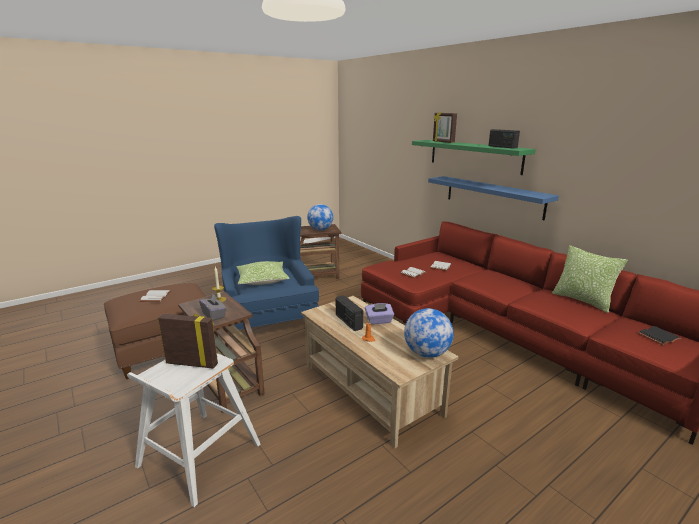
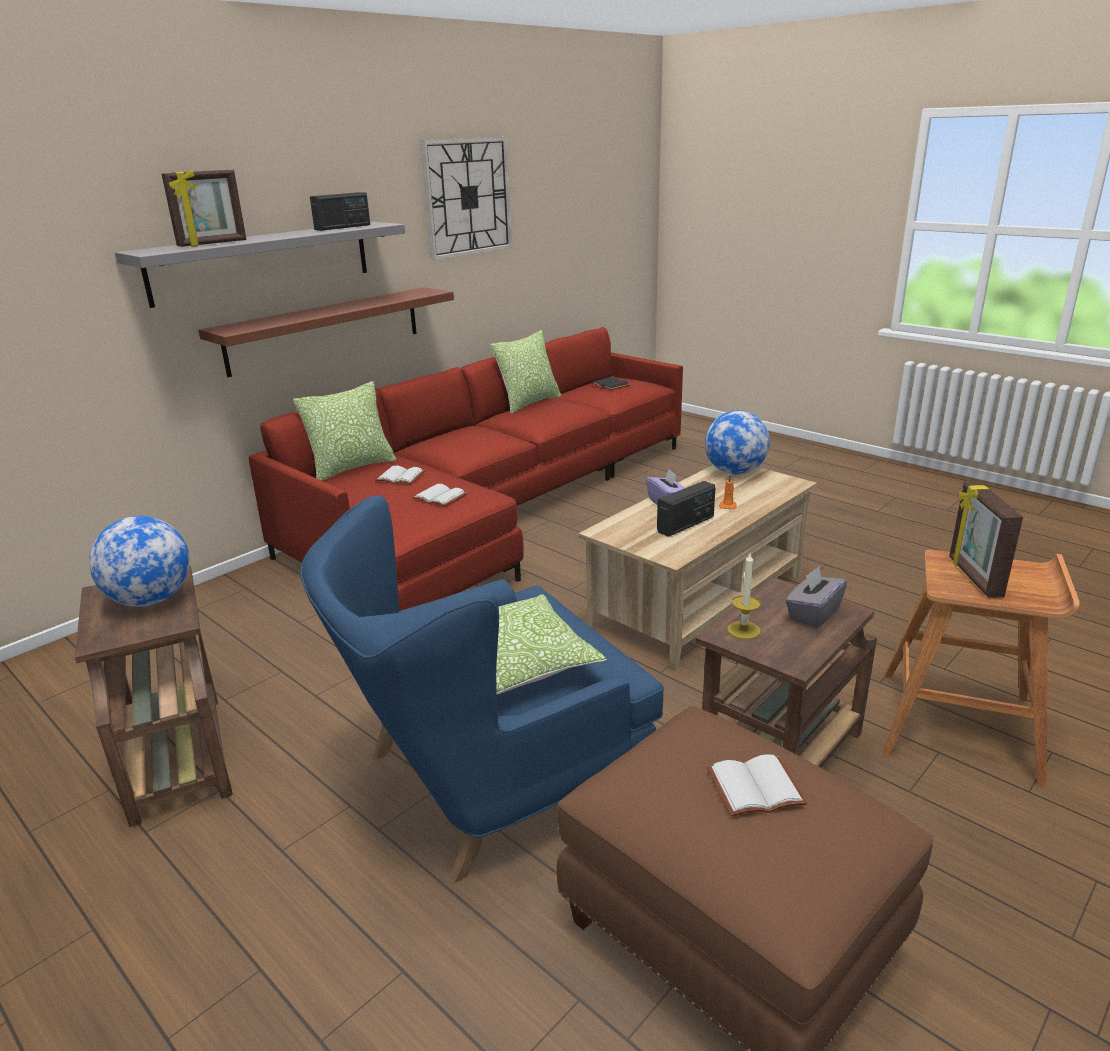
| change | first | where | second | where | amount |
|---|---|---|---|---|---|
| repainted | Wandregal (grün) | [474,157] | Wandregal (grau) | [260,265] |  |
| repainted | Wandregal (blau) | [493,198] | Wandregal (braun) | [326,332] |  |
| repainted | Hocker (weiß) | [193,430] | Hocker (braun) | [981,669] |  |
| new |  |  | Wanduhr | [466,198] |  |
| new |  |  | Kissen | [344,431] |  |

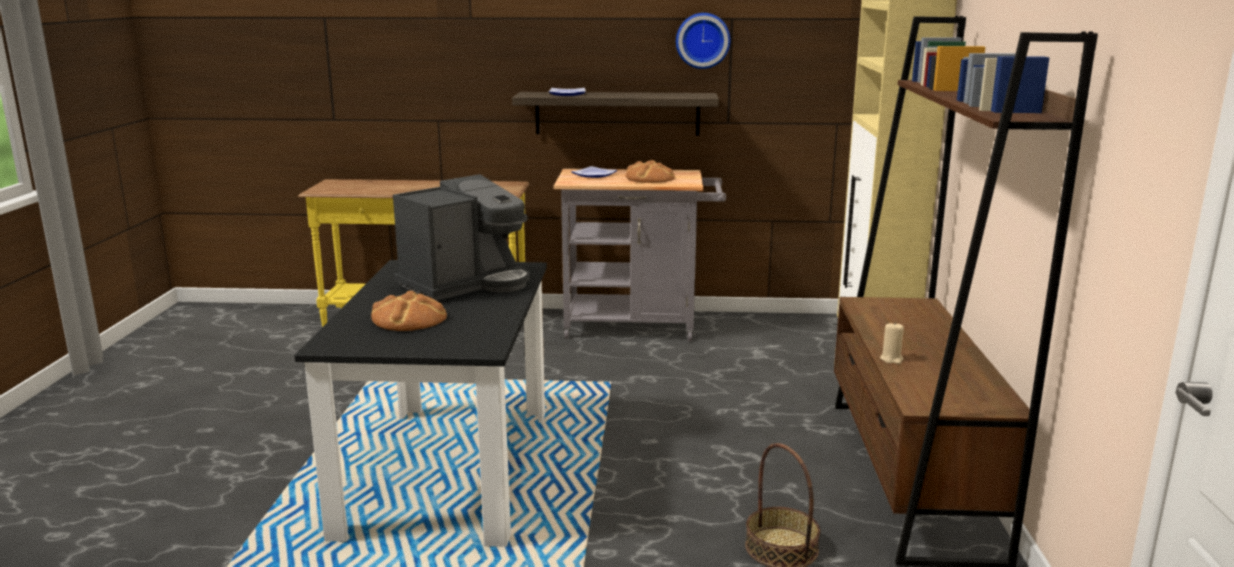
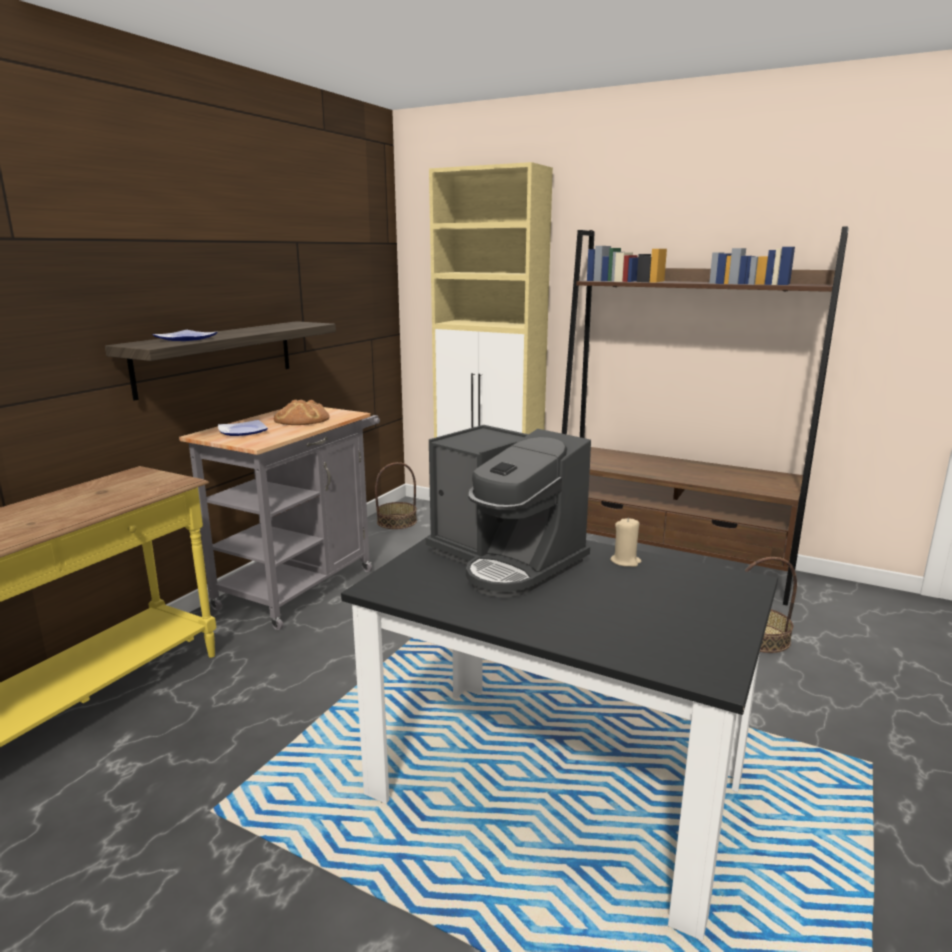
| change | first | where | second | where | amount |
|---|---|---|---|---|---|
| gone | Wanduhr | [703,41] |  |  |  |
| rotated | Kaffeemaschine | [461,237] |  | [508,511] | 150 degrees clockwise |
| gone | Brot | [409,310] |  |  |  |
| shifted | Kerze (beige) | [892,343] |  | [625,542] |  |
| new |  |  | Korb | [396,495] |  |

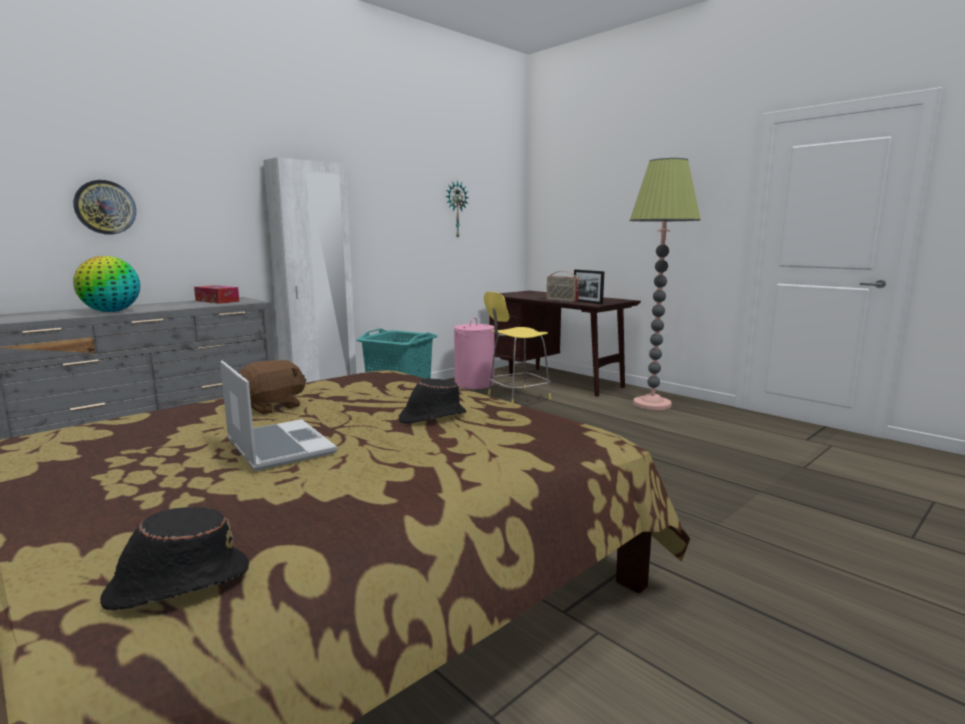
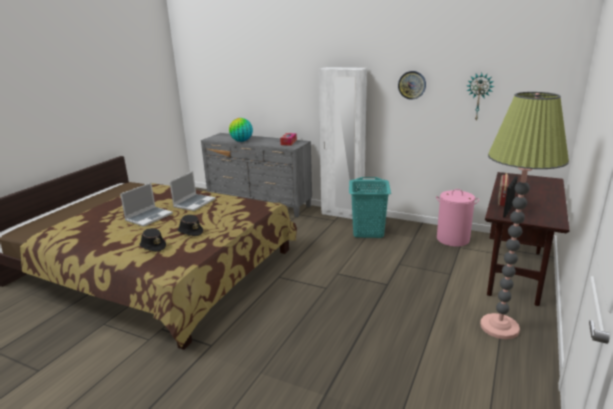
| change | first | where | second | where | amount |
|---|---|---|---|---|---|
| shifted | Wanduhr | [104,207] |  | [412,85] |  |
| gone | Hocker (gelb) | [517,347] |  |  |  |
| swapped | Plüschtier (braun) | [272,387] | Laptop | [192,191] |  |
| shifted | Hut (schwarz) | [174,558] |  | [152,240] |  |

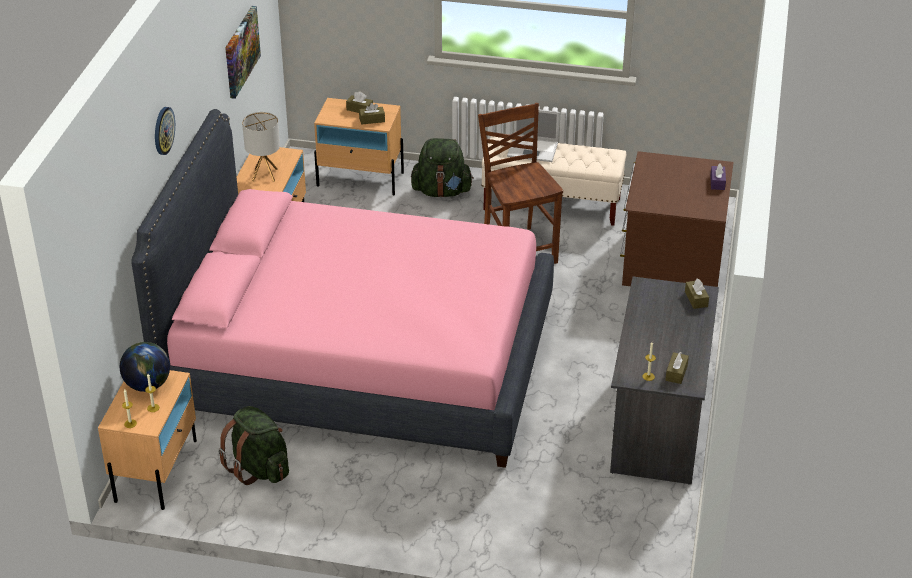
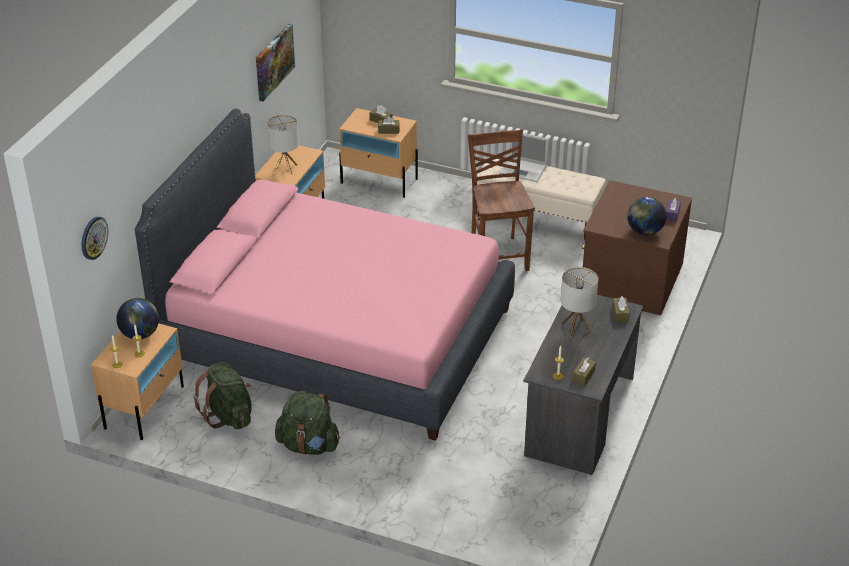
| change | first | where | second | where | amount |
|---|---|---|---|---|---|
| shifted | Wanduhr | [165,131] |  | [95,238] |  |
| shifted | Rucksack (grün) | [442,168] |  | [307,423] |  |
| new |  |  | Globus | [646,216] |  |
| new |  |  | Tischlampe | [579,302] |  |

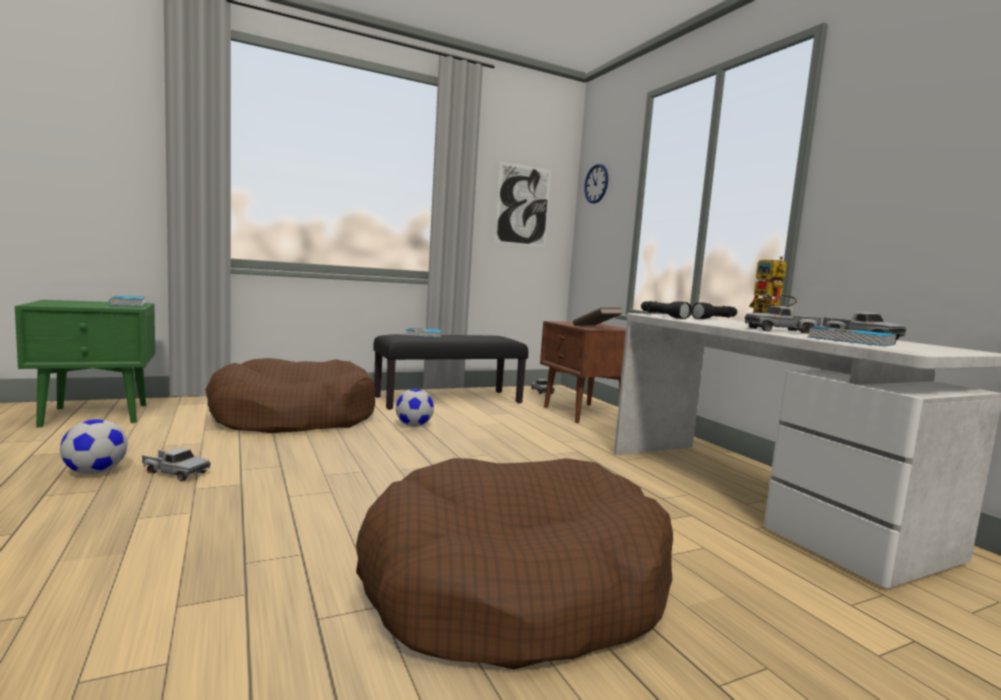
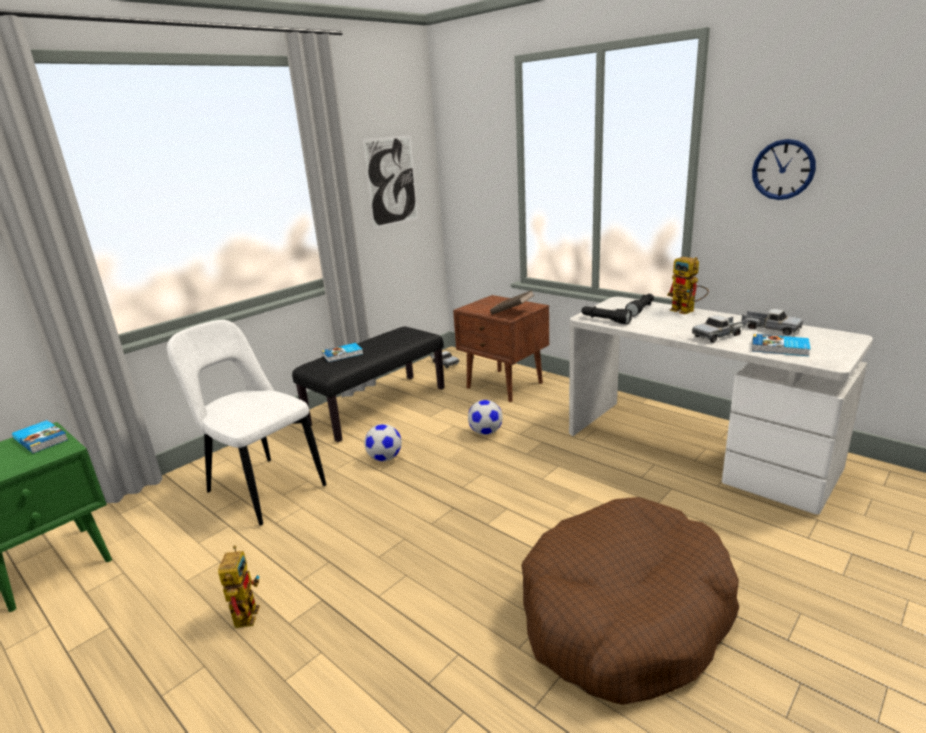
| change | first | where | second | where | amount |
|---|---|---|---|---|---|
| shifted | Wanduhr | [596,184] |  | [784,169] |  |
| swapped | Hundebett (braun) | [291,395] | Stuhl (weiß) | [246,422] |  |
| shifted | Fußball | [93,446] |  | [485,417] |  |
| swapped | Spielzeuglaster | [176,464] | Spielzeugroboter | [239,586] |  |

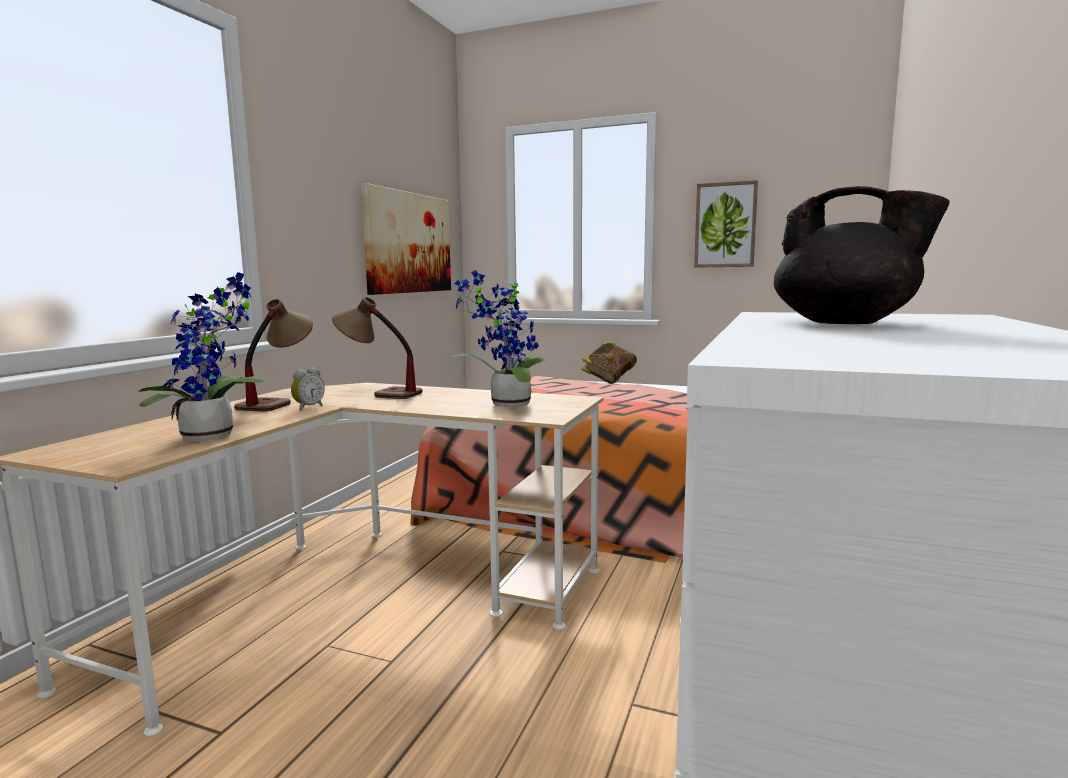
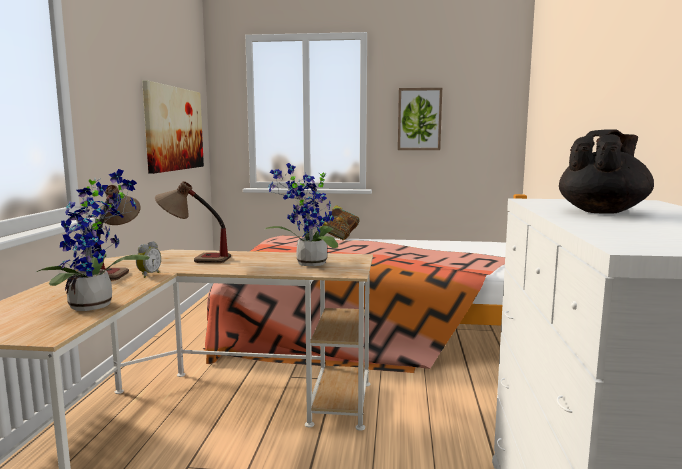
| change | first | where | second | where | amount |
|---|---|---|---|---|---|
| rotated | Teekanne (schwarz) | [862,255] |  | [606,171] | 60 degrees counterclockwise |

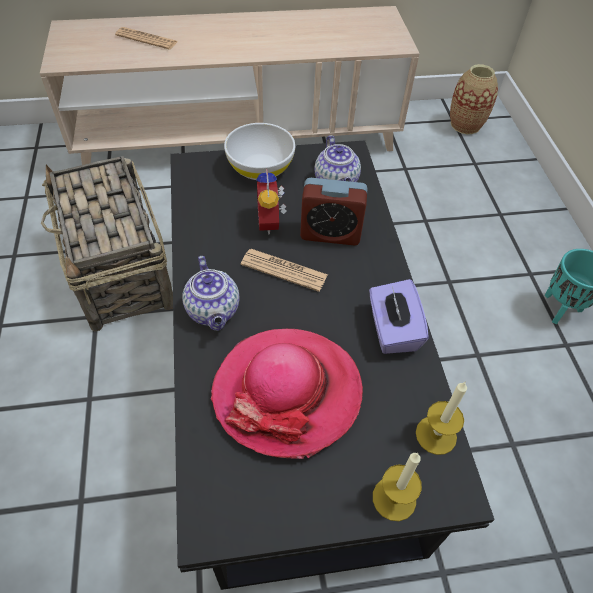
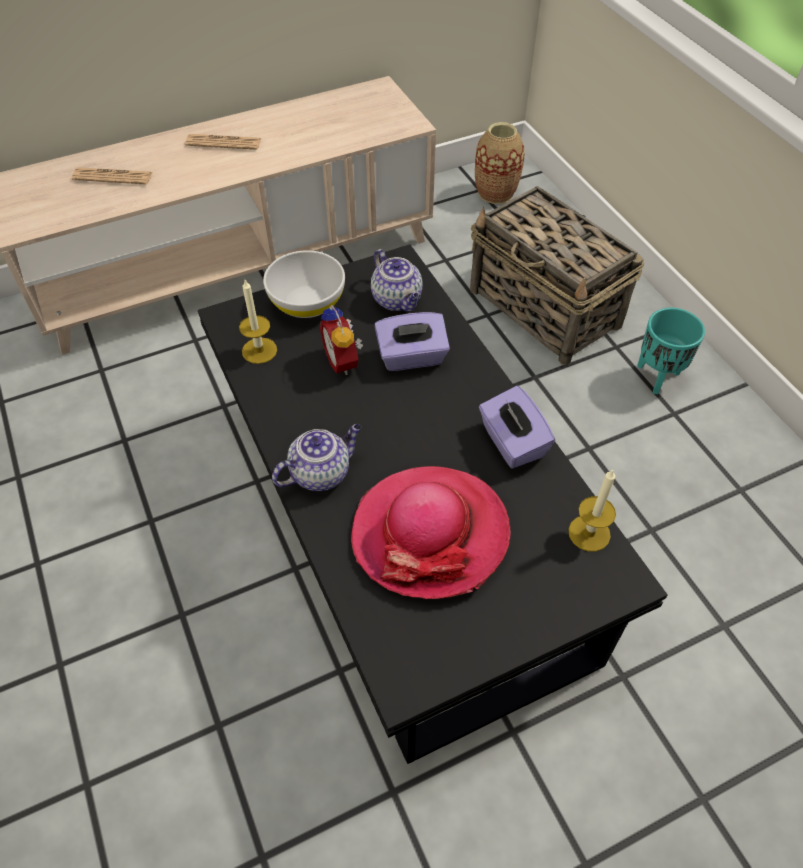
| change | first | where | second | where | amount |
|---|---|---|---|---|---|
| shifted | Korb | [107,243] |  | [557,275] |  |
| swapped | Wecker | [333,211] | Taschentuchbox (lila) | [412,341] |  |
| shifted | Zeitung | [284,270] |  | [223,142] |  |
| rotated | Teekanne | [211,293] |  | [317,457] | 90 degrees counterclockwise |
| shifted | Kerze | [397,486] |  | [258,322] |  |

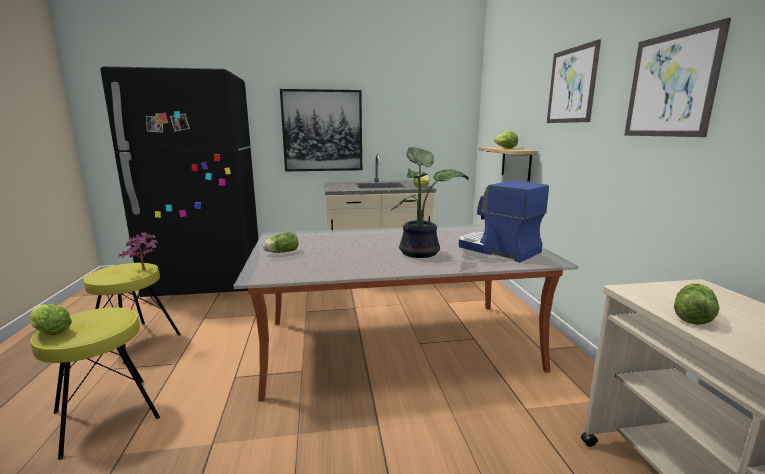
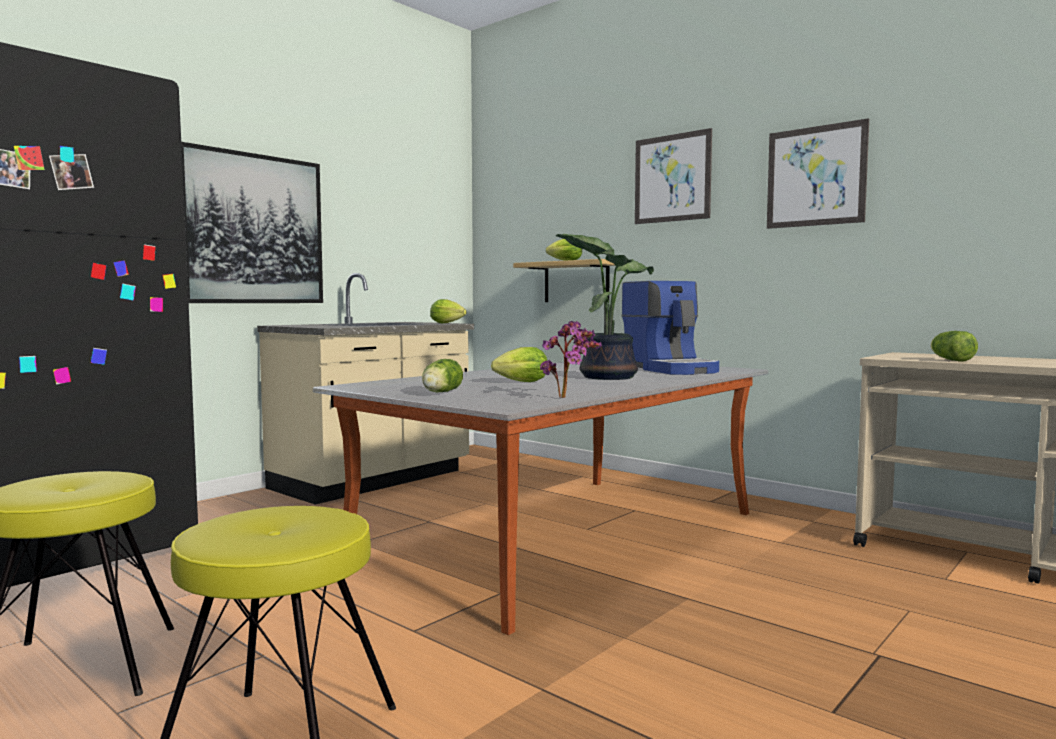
| change | first | where | second | where | amount |
|---|---|---|---|---|---|
| rotated | Kaffeemaschine | [504,221] |  | [670,328] | 120 degrees counterclockwise |
| shifted | Topfpflanze | [137,251] |  | [571,359] |  |
| shifted | Salatkopf | [50,319] |  | [519,364] |  |

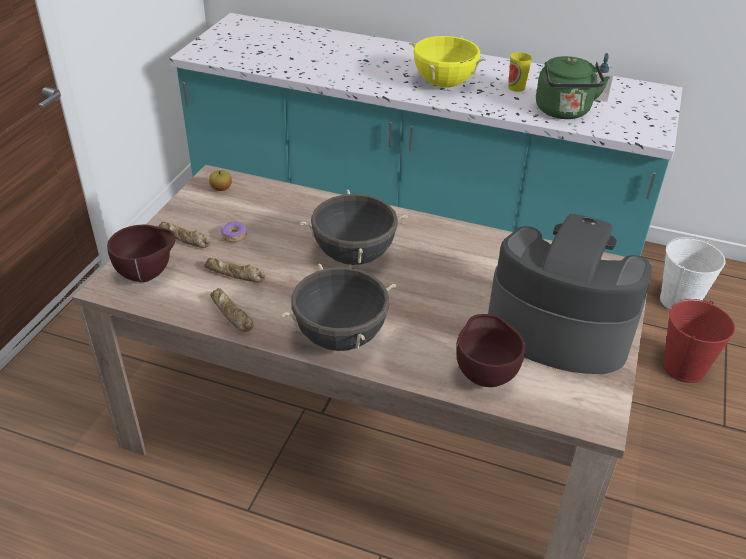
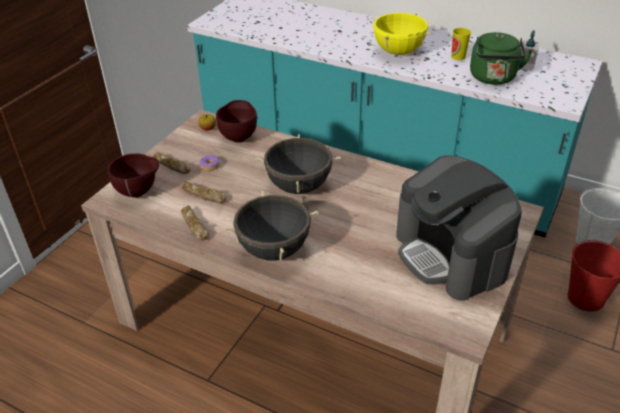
| change | first | where | second | where | amount |
|---|---|---|---|---|---|
| rotated | Kaffeemaschine | [570,294] |  | [459,228] | 150 degrees counterclockwise |
| shifted | Schüssel (braun) | [490,350] |  | [236,121] |  |

